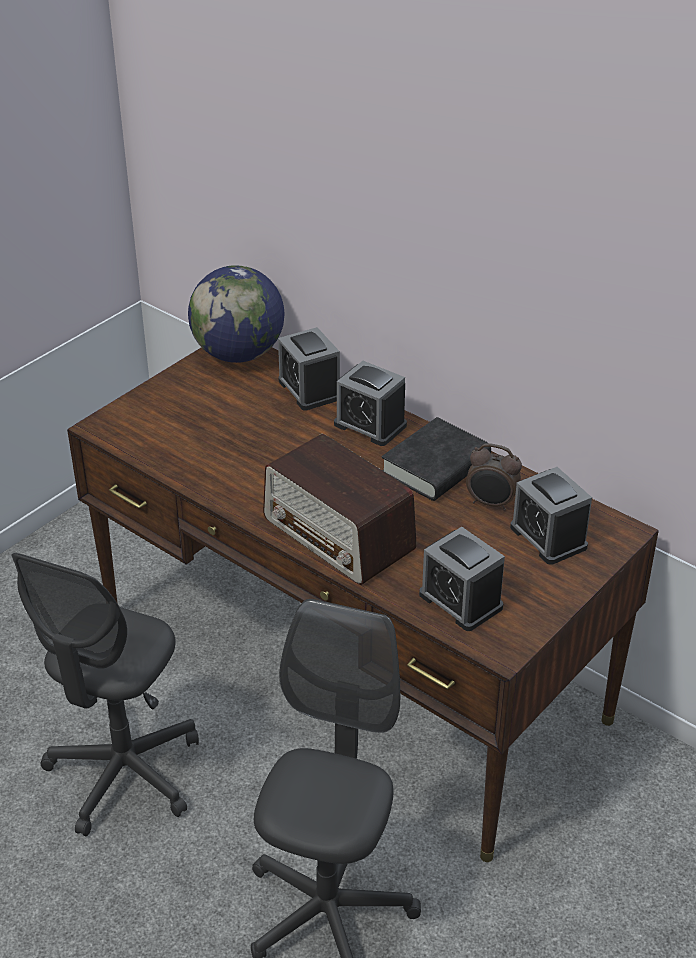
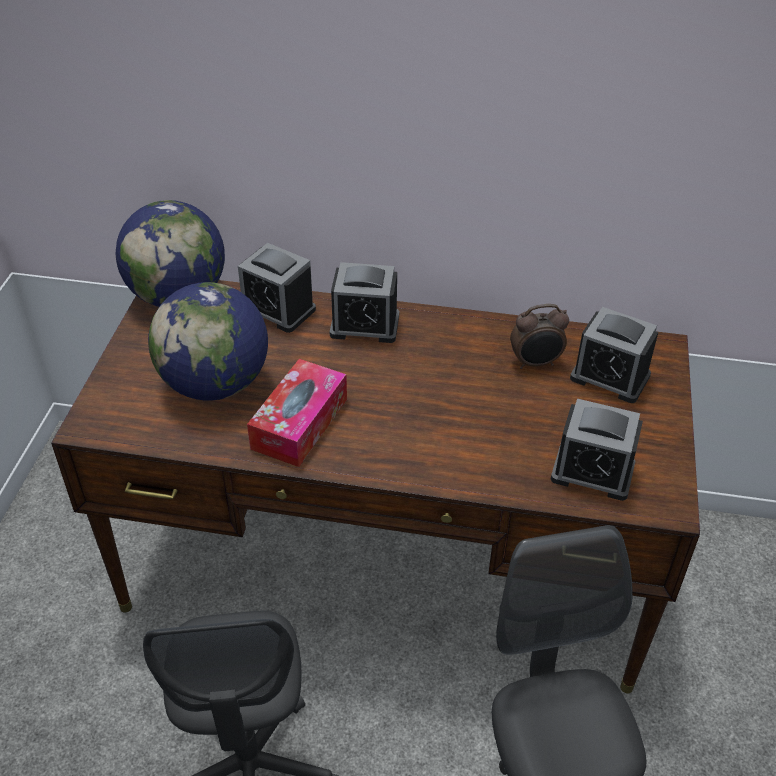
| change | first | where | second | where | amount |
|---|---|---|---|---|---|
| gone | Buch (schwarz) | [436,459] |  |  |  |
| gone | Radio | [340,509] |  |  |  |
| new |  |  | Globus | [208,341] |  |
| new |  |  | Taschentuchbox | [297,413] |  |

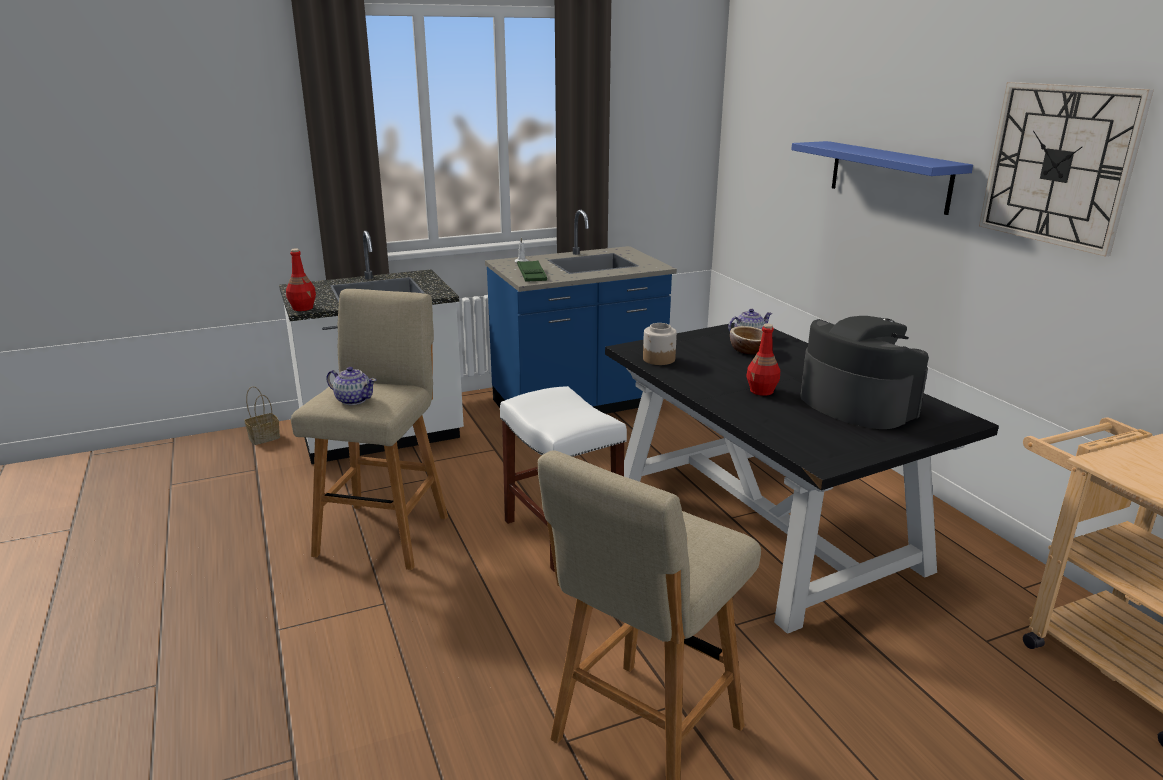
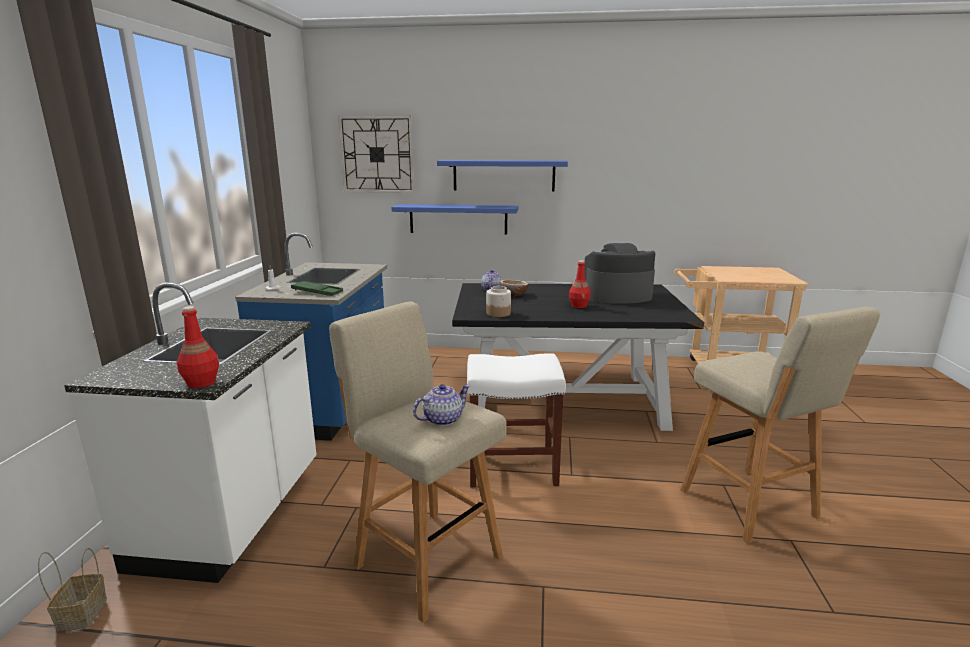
| change | first | where | second | where | amount |
|---|---|---|---|---|---|
| shifted | Wanduhr | [1066,169] |  | [376,154] |  |
| new |  |  | Wandregal (blau) | [455,219] |  |

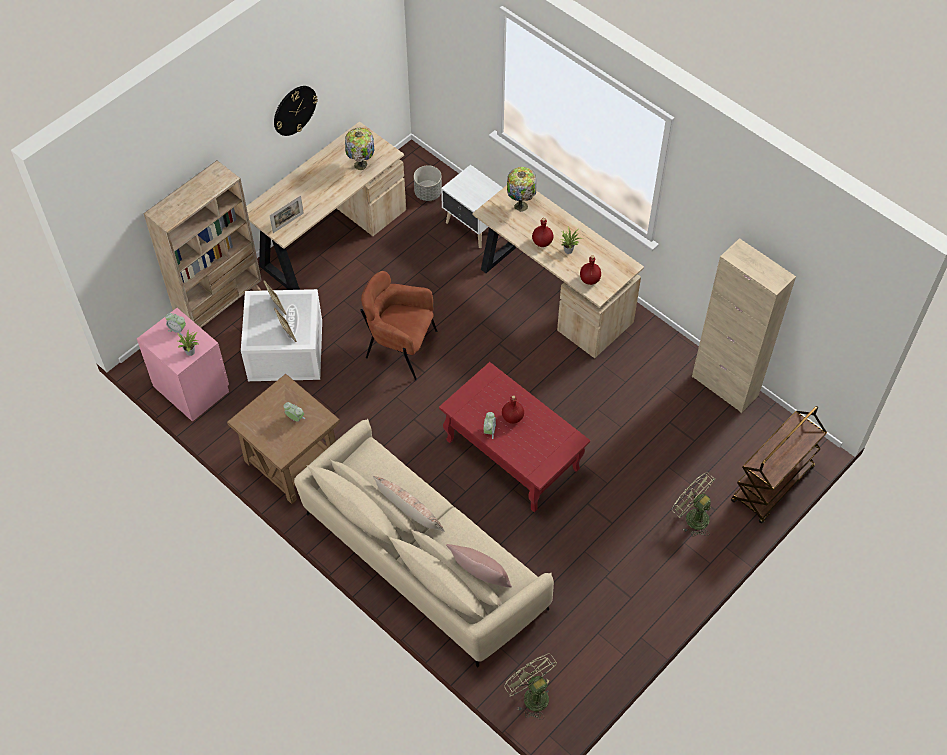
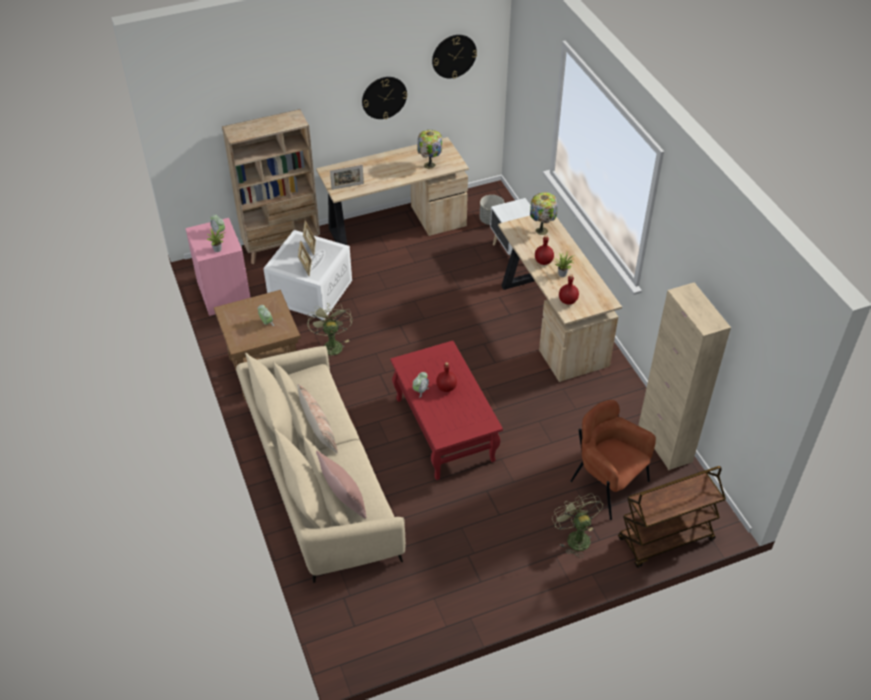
| change | first | where | second | where | amount |
|---|---|---|---|---|---|
| shifted | Sessel (braun) | [398,325] |  | [613,460] |  |
| shifted | Ventilator (grün) | [530,687] |  | [329,330] |  |
| new |  |  | Wanduhr | [454,56] |  |

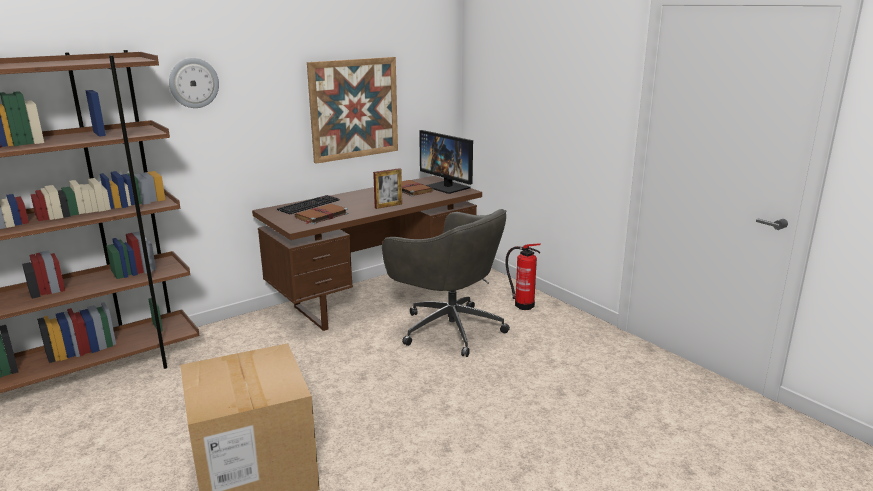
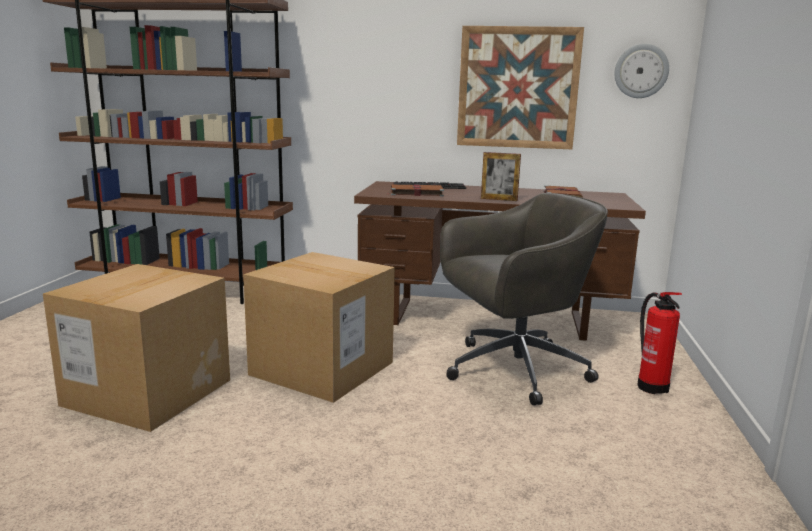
| change | first | where | second | where | amount |
|---|---|---|---|---|---|
| shifted | Wanduhr | [194,83] |  | [641,71] |  |
| gone | Monitor | [446,162] |  |  |  |
| rotated | Bürostuhl (grau) | [446,283] |  | [524,299] | 105 degrees counterclockwise |
| new |  |  | Karton | [319,327] |  |

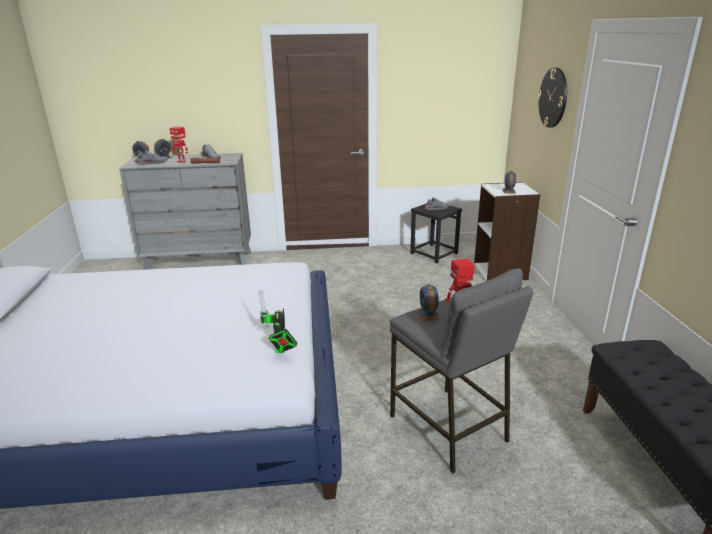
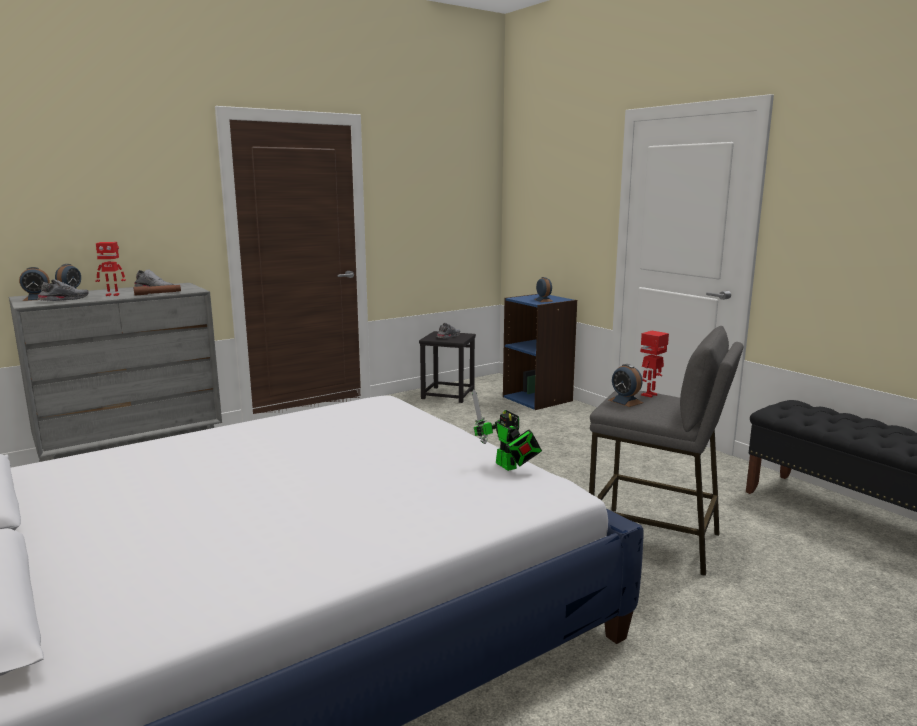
| change | first | where | second | where | amount |
|---|---|---|---|---|---|
| gone | Wanduhr | [552,98] |  |  |  |
| repainted | Bücherregal (weiß) | [507,231] | Bücherregal (blau) | [540,352] |  |

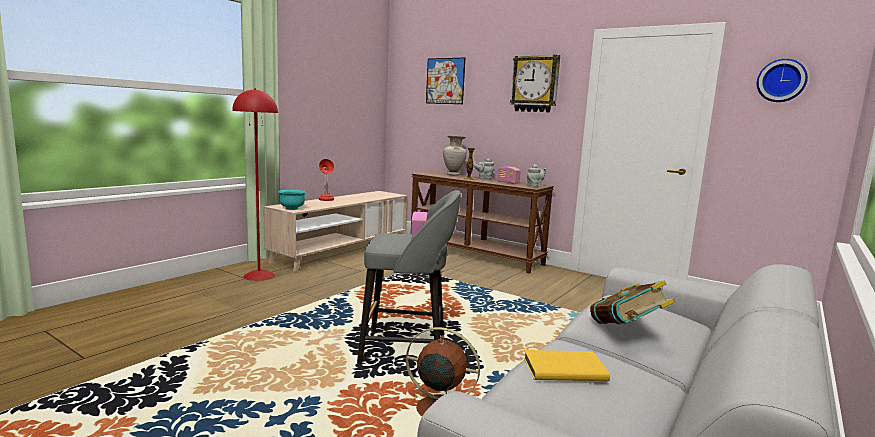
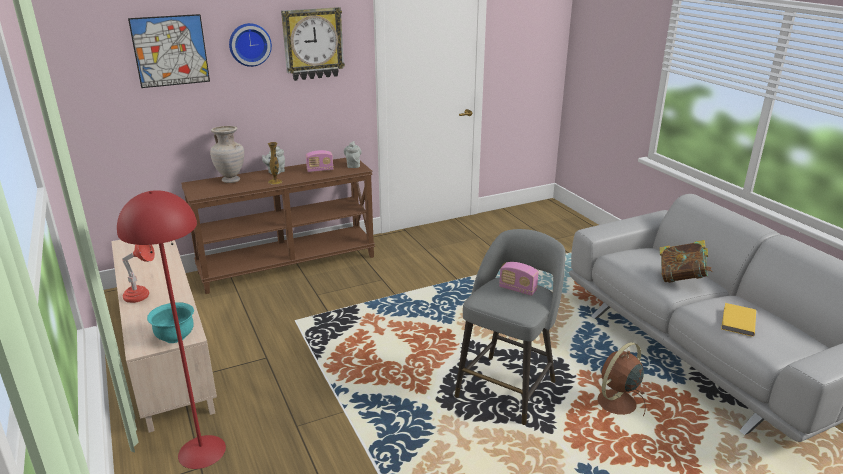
| change | first | where | second | where | amount |
|---|---|---|---|---|---|
| shifted | Wanduhr | [782,80] |  | [250,45] |  |

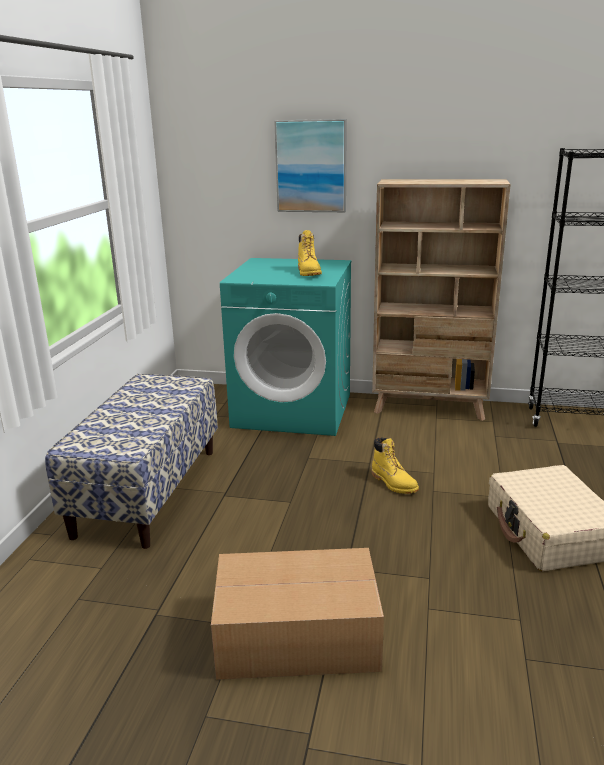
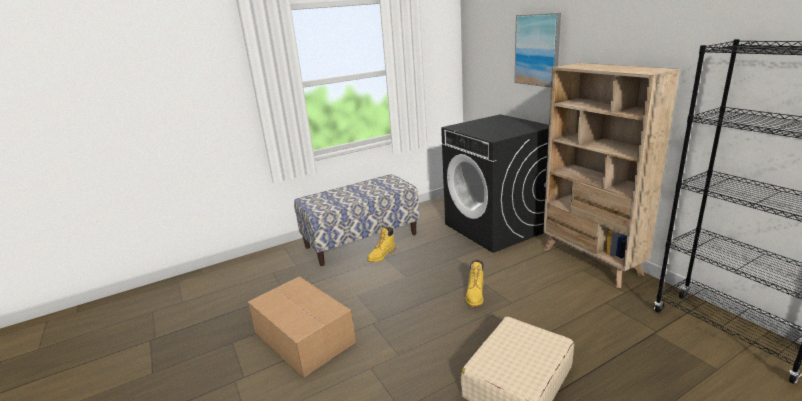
| change | first | where | second | where | amount |
|---|---|---|---|---|---|
| shifted | Stiefel (gelb) | [310,253] |  | [381,244] |  |
| repainted | Waschmaschine (türkis) | [285,347] | Waschmaschine (schwarz) | [495,183] |  |

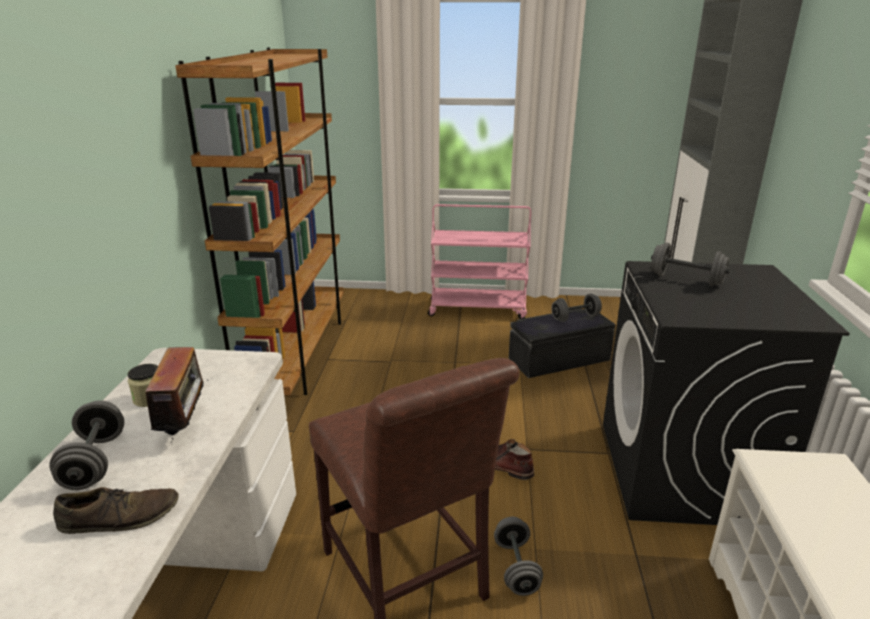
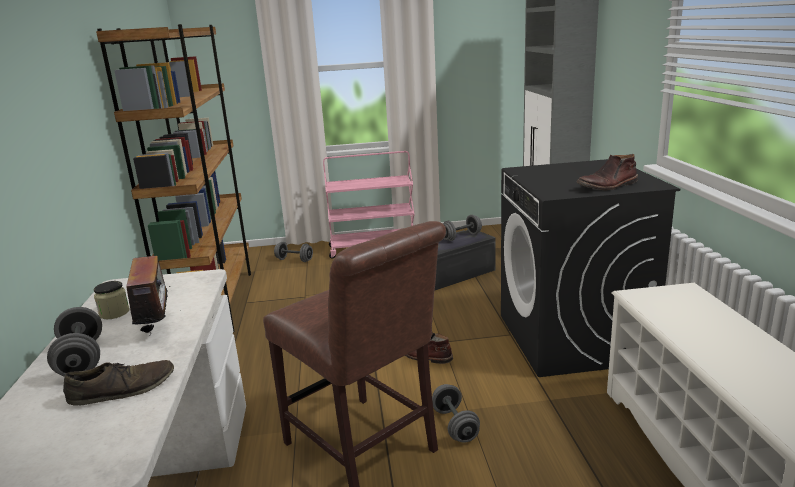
| change | first | where | second | where | amount |
|---|---|---|---|---|---|
| shifted | Hantel (grau) | [690,264] |  | [293,252] |  |
| new |  |  | Stiefel (braun) | [607,172] |  |

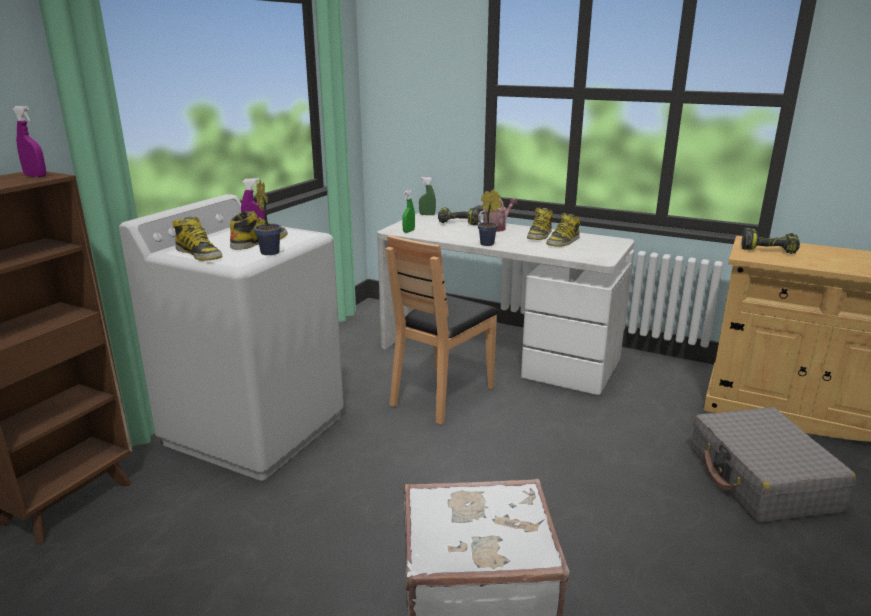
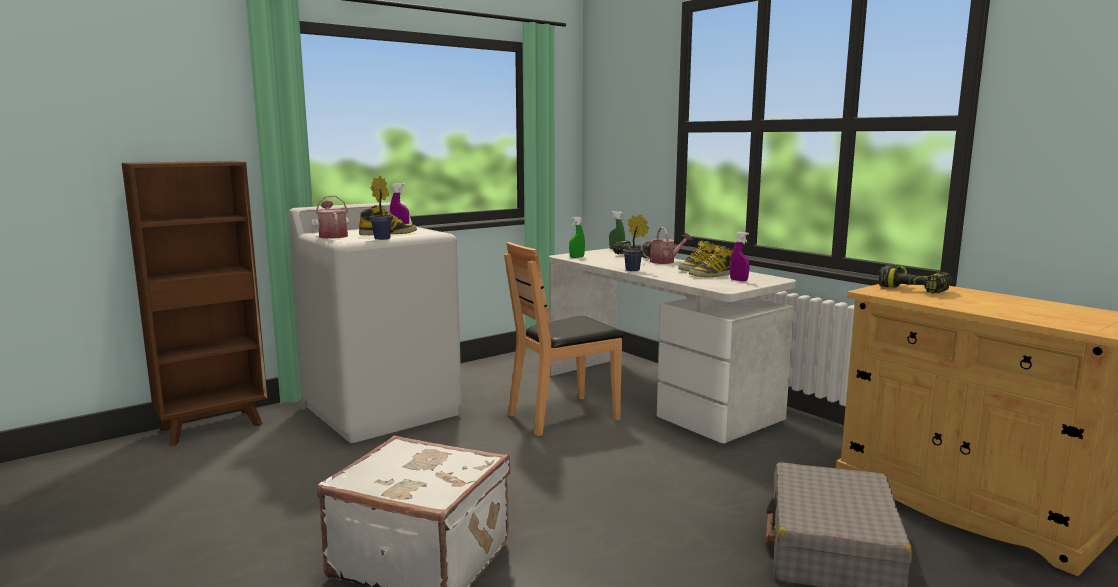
| change | first | where | second | where | amount |
|---|---|---|---|---|---|
| shifted | Sprühflasche (lila) | [29,141] |  | [740,256] |  |
| swapped | Stiefel | [197,239] | Gießkanne | [332,217] |  |

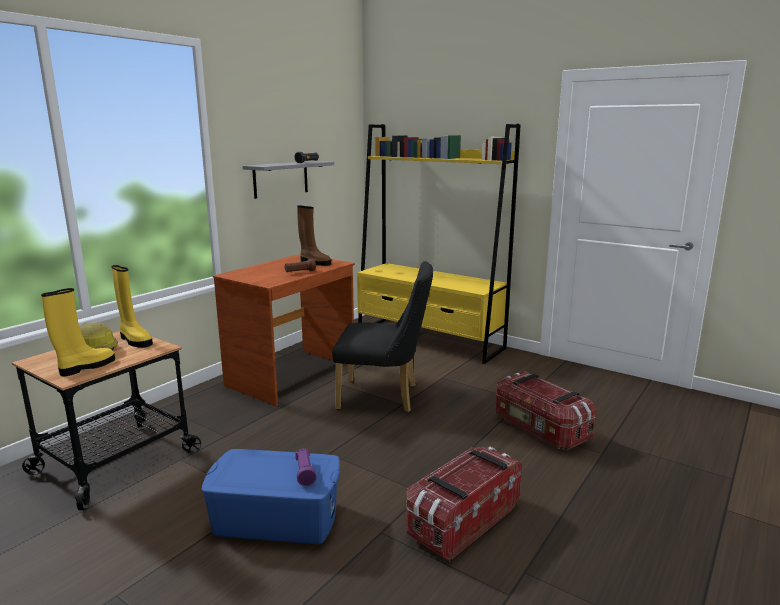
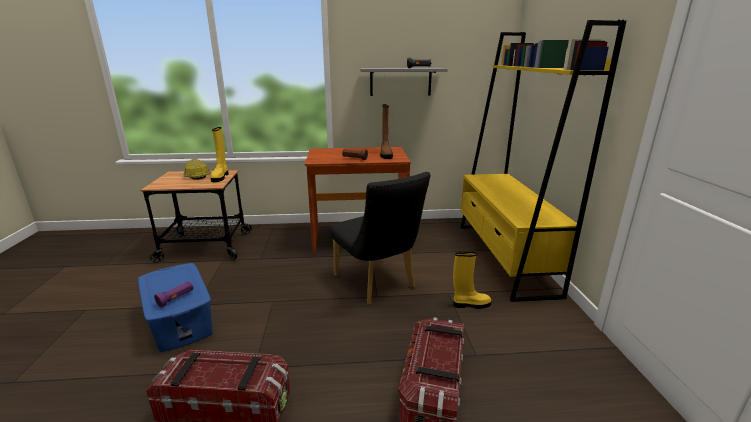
| change | first | where | second | where | amount |
|---|---|---|---|---|---|
| shifted | Stiefel (gelb) | [78,332] |  | [472,280] |  |

